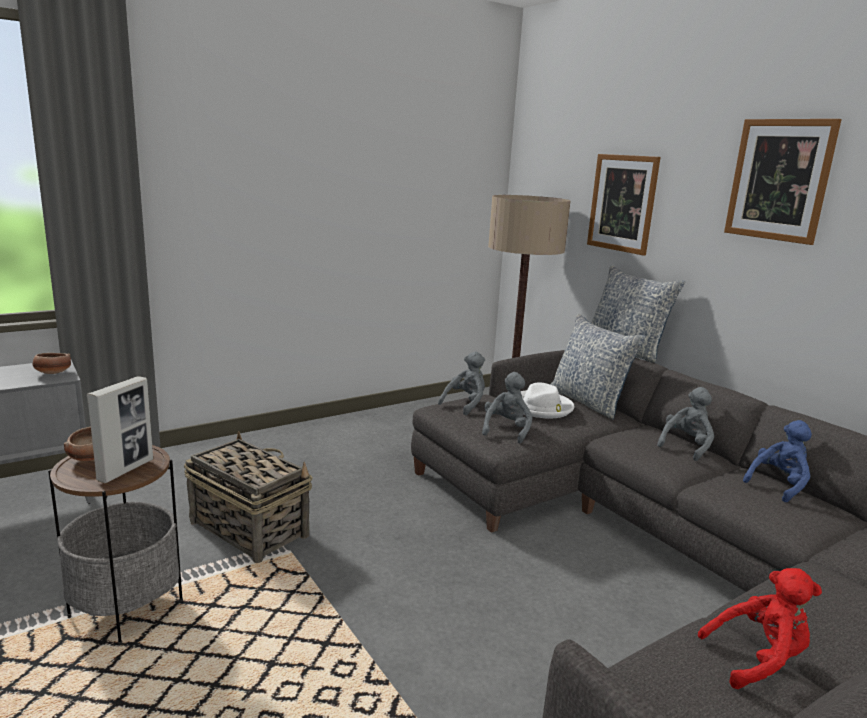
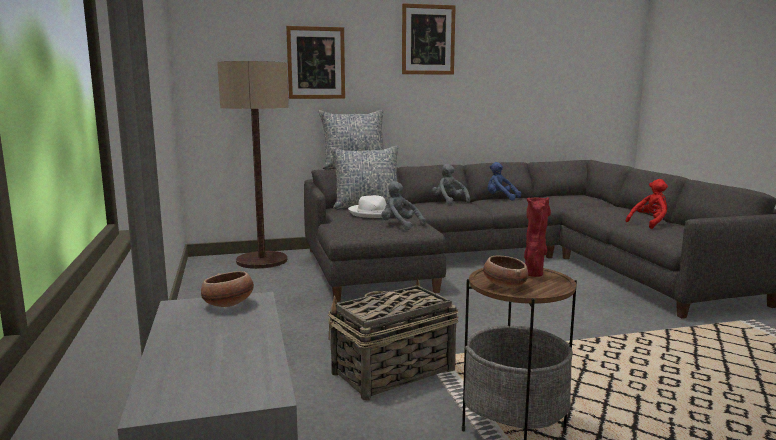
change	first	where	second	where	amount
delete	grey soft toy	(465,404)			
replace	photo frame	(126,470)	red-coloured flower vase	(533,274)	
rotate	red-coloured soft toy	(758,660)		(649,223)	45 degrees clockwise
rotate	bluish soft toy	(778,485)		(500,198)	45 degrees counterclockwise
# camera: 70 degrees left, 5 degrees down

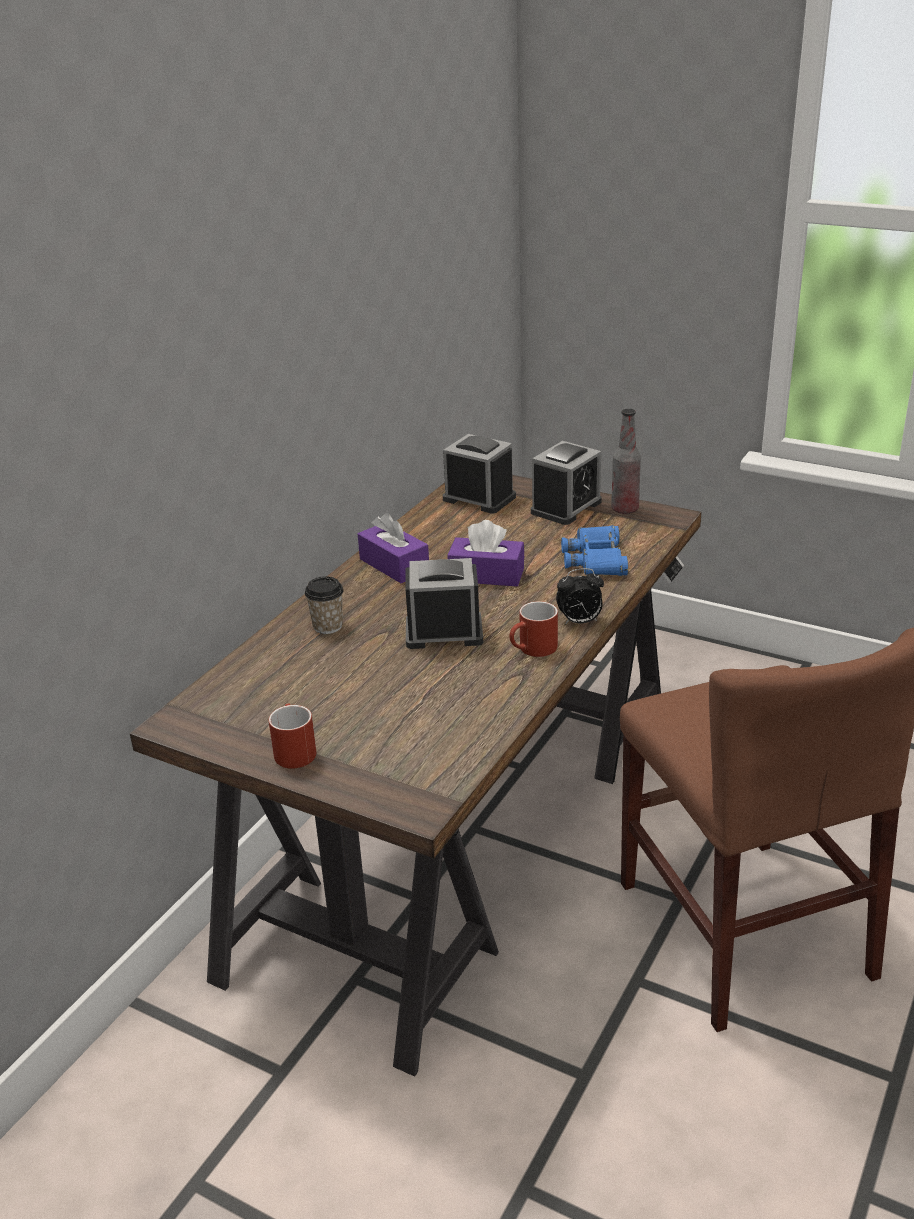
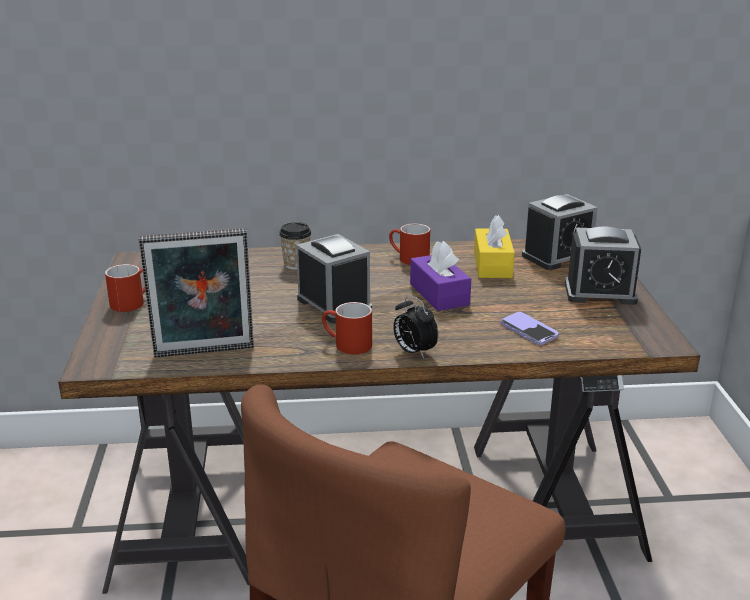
change	first	where	second	where	amount
delete	beverage bottle	(625,509)			
insert			photo frame	(204,354)	
insert			yellow tissue holder	(492,265)	
replace	purple tissue holder	(394,565)	red-coloured mug	(408,259)	
replace	bluish pair of binoculars	(596,559)	phone	(528,330)	
rotate	bedside clock	(479,498)		(557,256)	60 degrees clockwise
# camera: 55 degrees right, 5 degrees down

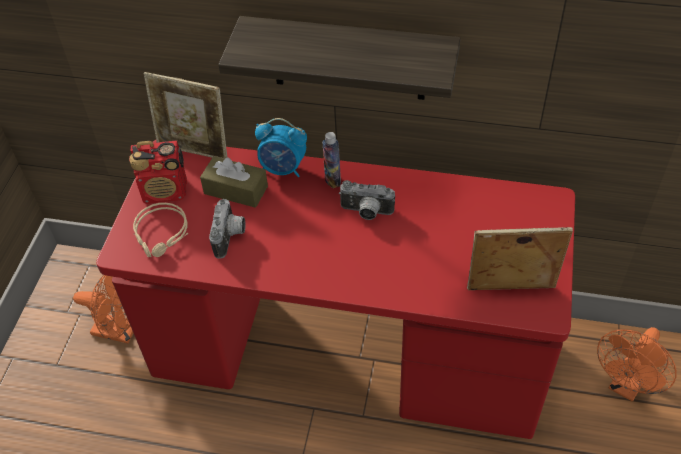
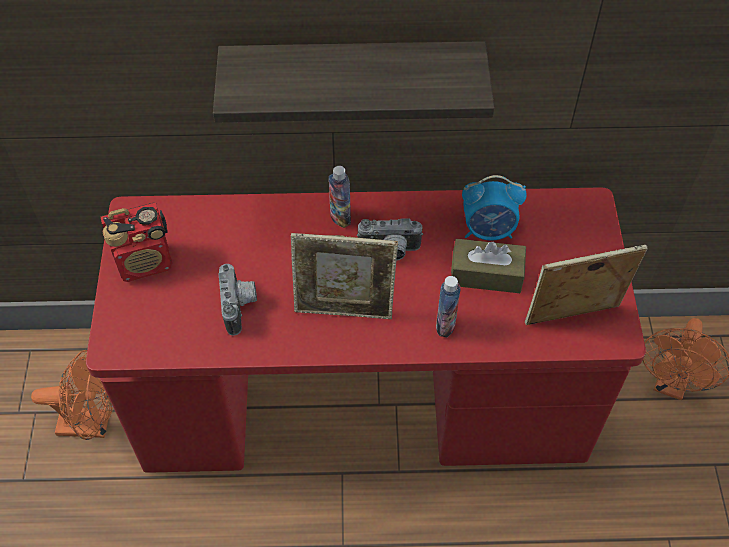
change	first	where	second	where	amount
delete	sand-coloured headphones	(162,234)			
insert			beverage bottle	(445,325)	
move	photo frame	(194,150)		(344,310)	
move	brownish tissue holder	(236,190)		(486,274)	
move	bedside clock	(283,168)		(489,230)	
# camera: 15 degrees left, 5 degrees up

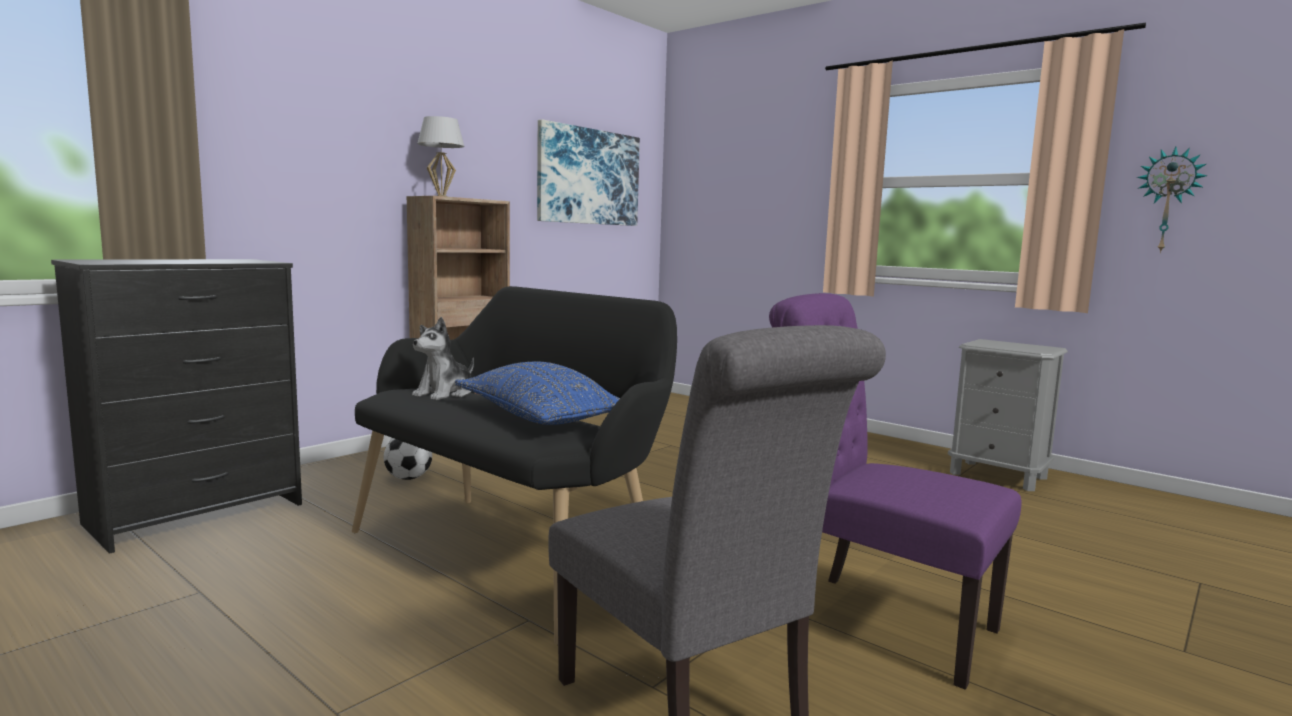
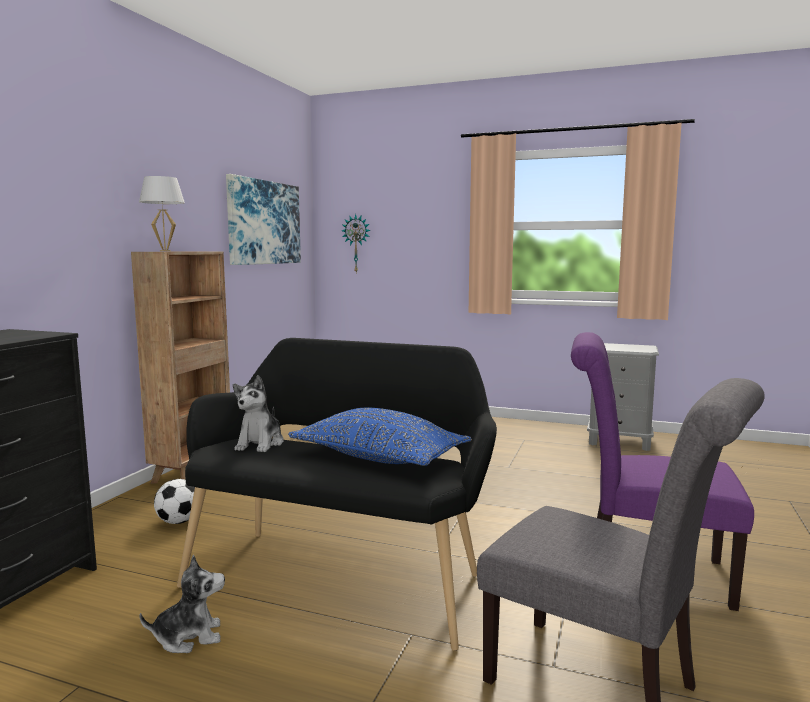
change	first	where	second	where	amount
insert			soft toy	(189,637)	
move	wall clock	(1168,200)		(356,243)	
# camera: 20 degrees left, 0 degrees up

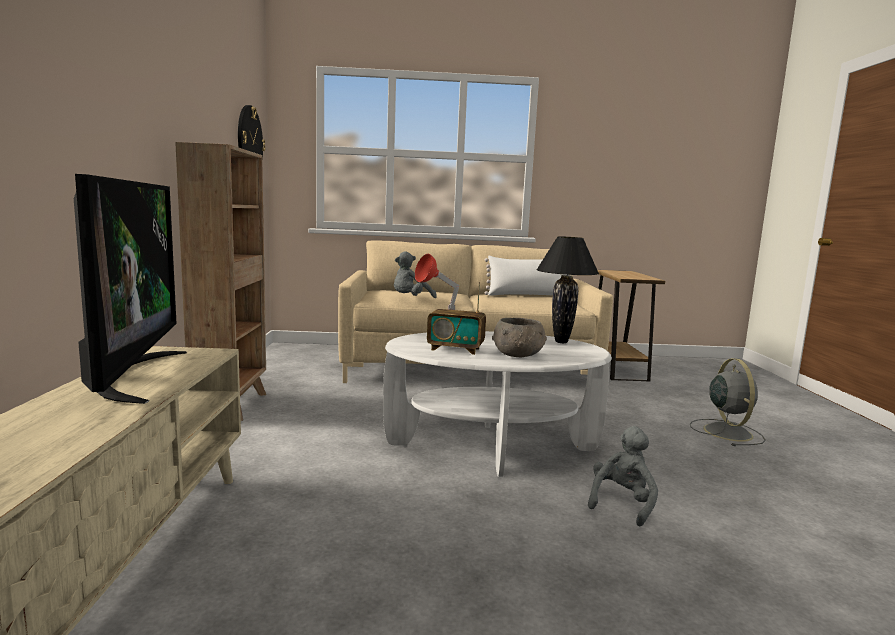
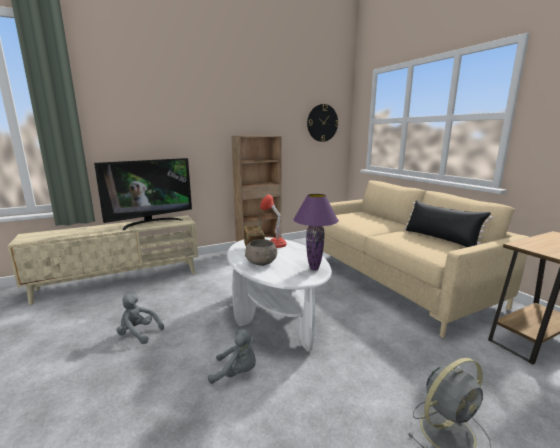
change	first	where	second	where	amount
move	grey soft toy	(410,299)		(138,334)	
recolor	white cushion	(529,296)	black cushion	(440,239)	
recolor	black tabletop lamp	(561,342)	purple tabletop lamp	(313,269)	
# camera: 65 degrees right, 5 degrees up

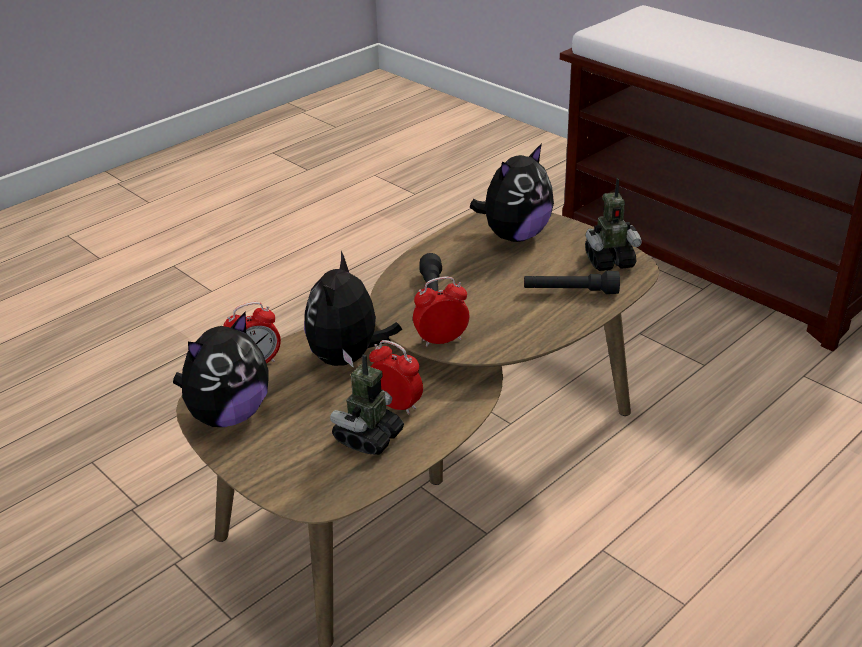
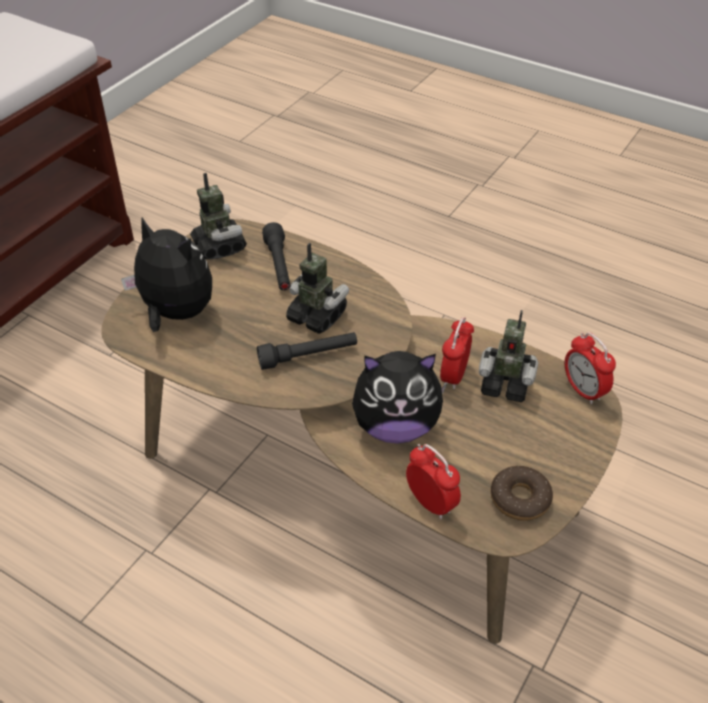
change	first	where	second	where	amount
insert			toy robot	(317,316)	
move	bedside clock	(441,340)		(583,390)	
replace	soft toy	(228,415)	donut	(520,499)	
# camera: 105 degrees left, 10 degrees up

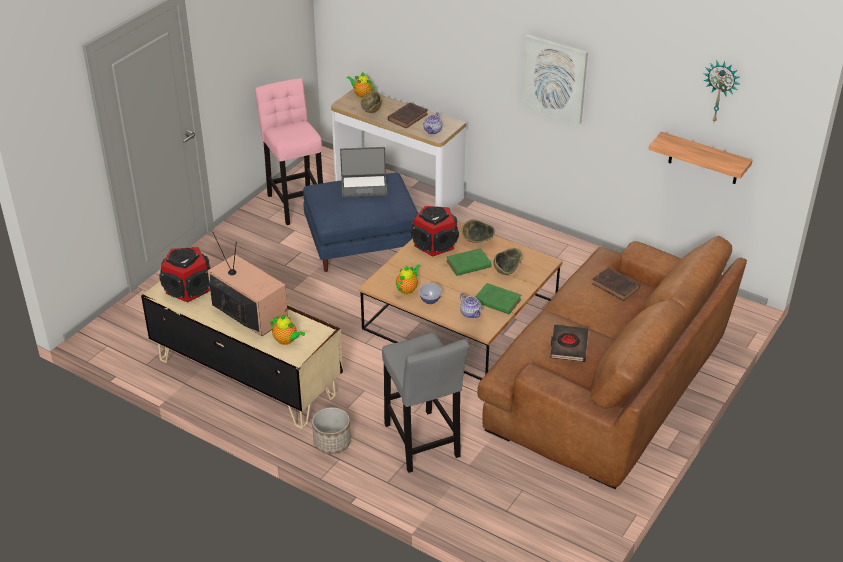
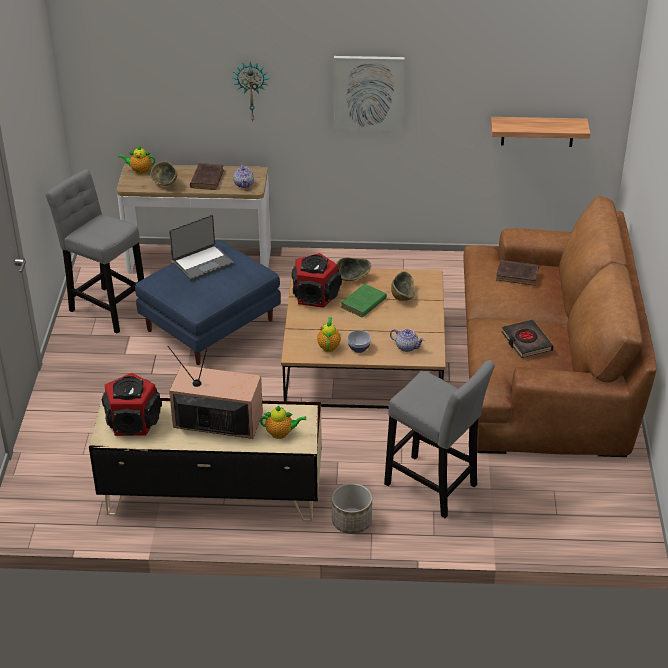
change	first	where	second	where	amount
delete	green-coloured volume	(496,301)			
move	wall clock	(720,91)		(251,90)	
recolor	pinkish stool	(296,203)	grey stool	(106,308)	
# camera: 30 degrees left, 0 degrees up

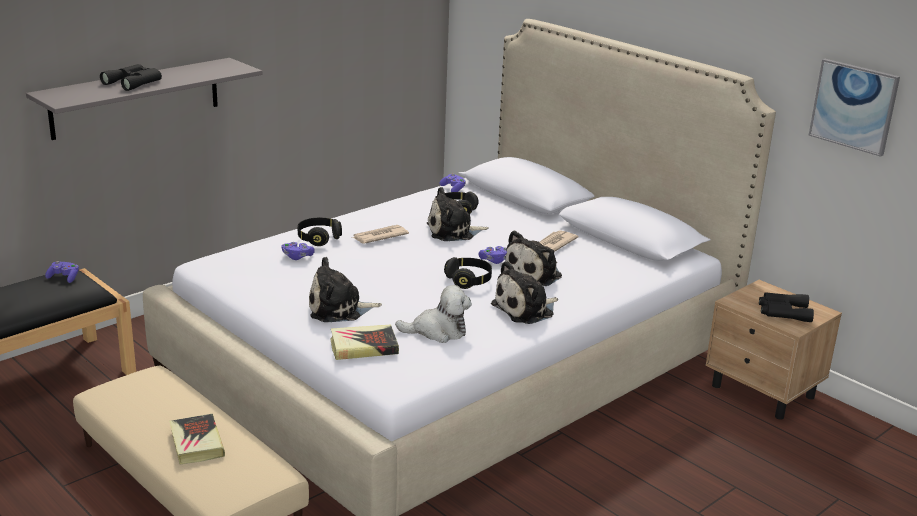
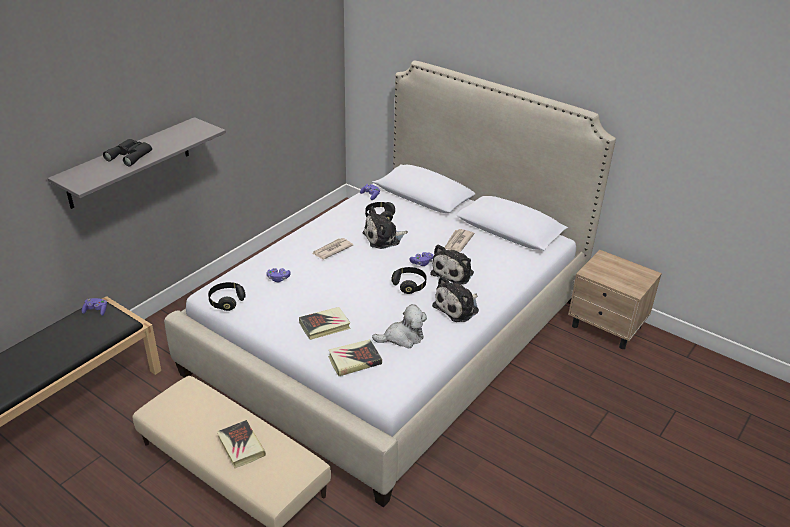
change	first	where	second	where	amount
delete	black pair of binoculars	(783,311)			
delete	picture	(854,106)			
move	black headphones	(318,238)		(226,301)	
replace	soft toy	(339,309)	volume	(325,326)	
# camera: 10 degrees left, 10 degrees up

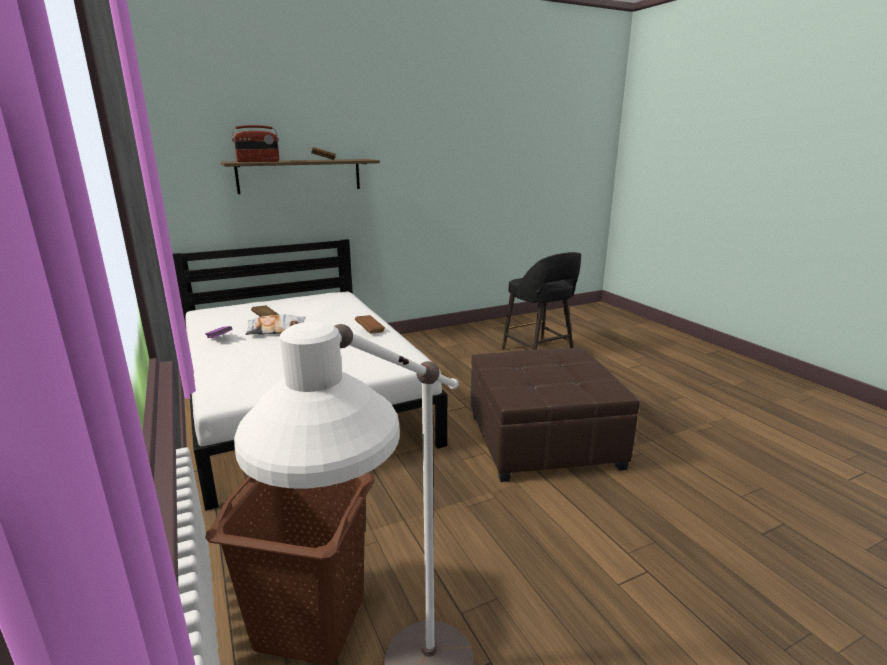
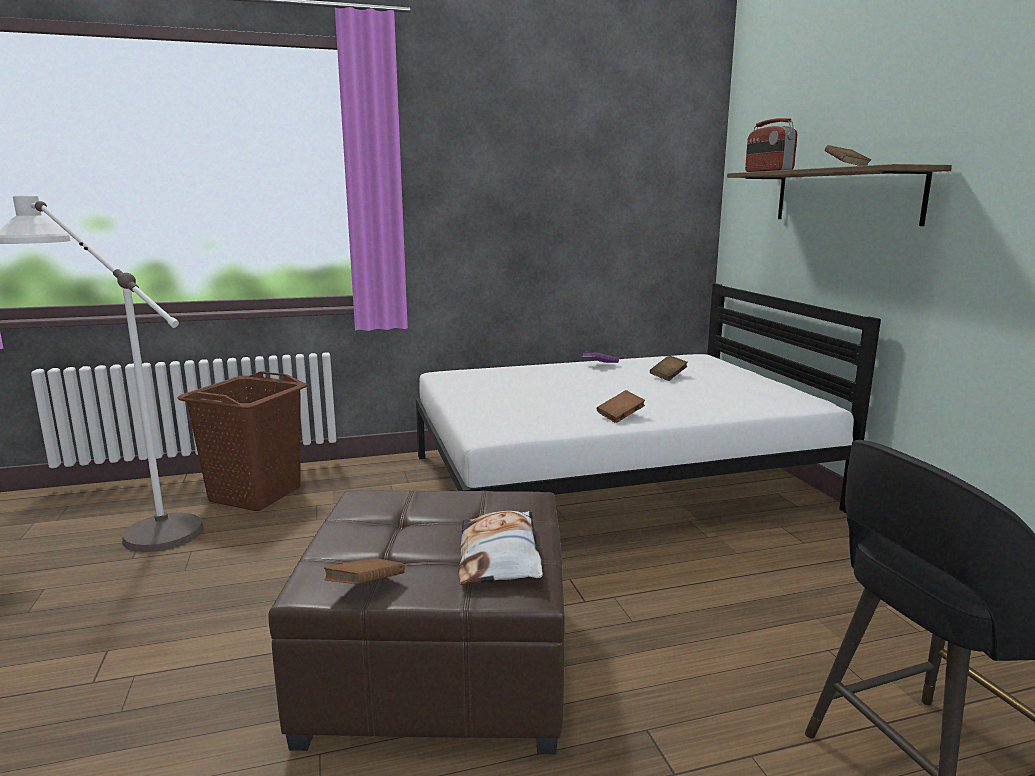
change	first	where	second	where	amount
insert			brownish volume	(365,587)	
move	cushion	(277,330)		(500,556)	
# camera: 100 degrees right, 5 degrees down

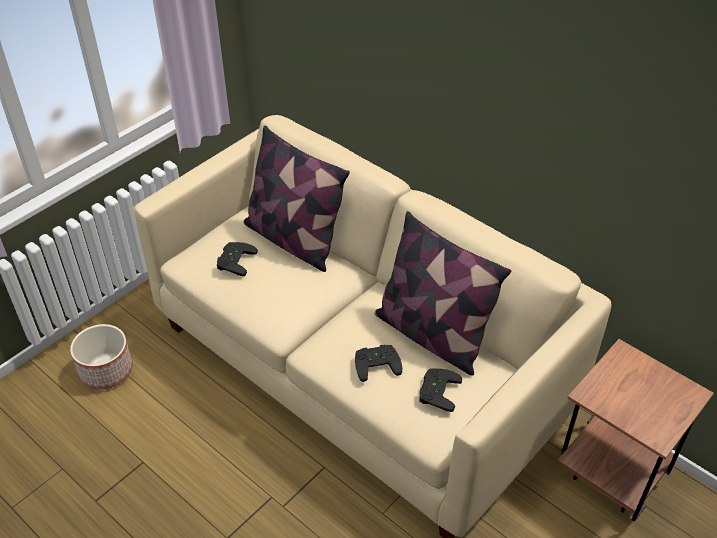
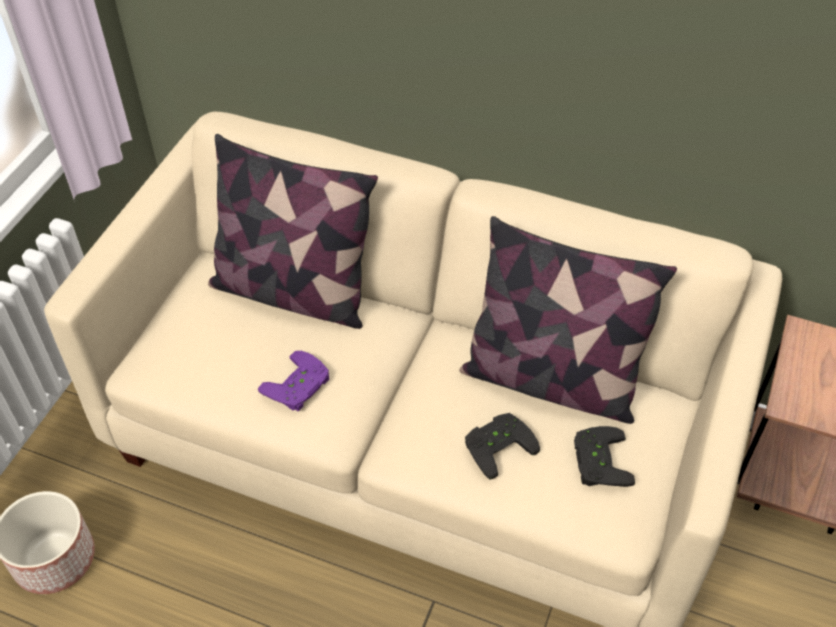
change	first	where	second	where	amount
delete	black joypad	(234,260)			
insert			purple joypad	(299,387)	
# camera: 20 degrees left, 5 degrees up

